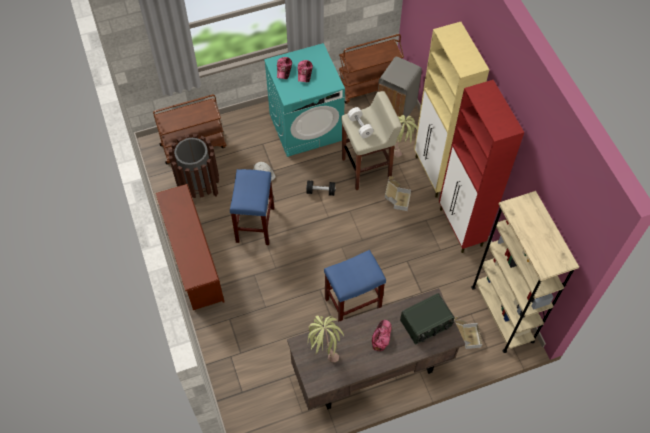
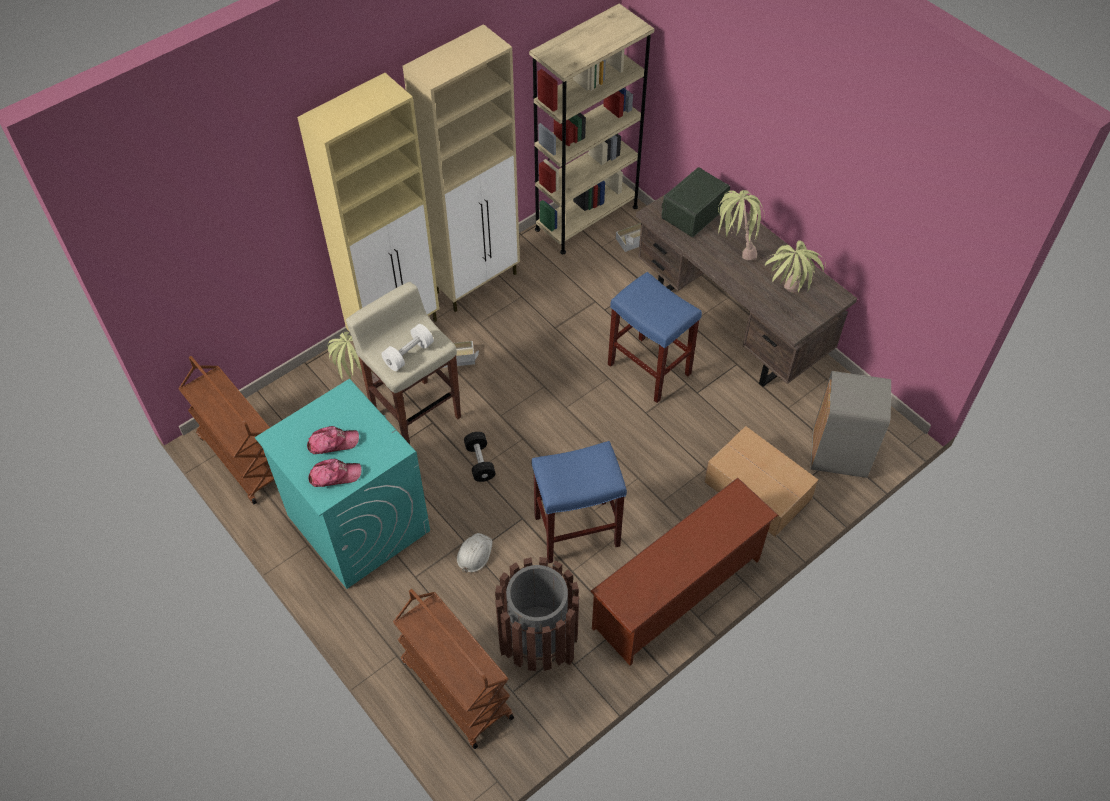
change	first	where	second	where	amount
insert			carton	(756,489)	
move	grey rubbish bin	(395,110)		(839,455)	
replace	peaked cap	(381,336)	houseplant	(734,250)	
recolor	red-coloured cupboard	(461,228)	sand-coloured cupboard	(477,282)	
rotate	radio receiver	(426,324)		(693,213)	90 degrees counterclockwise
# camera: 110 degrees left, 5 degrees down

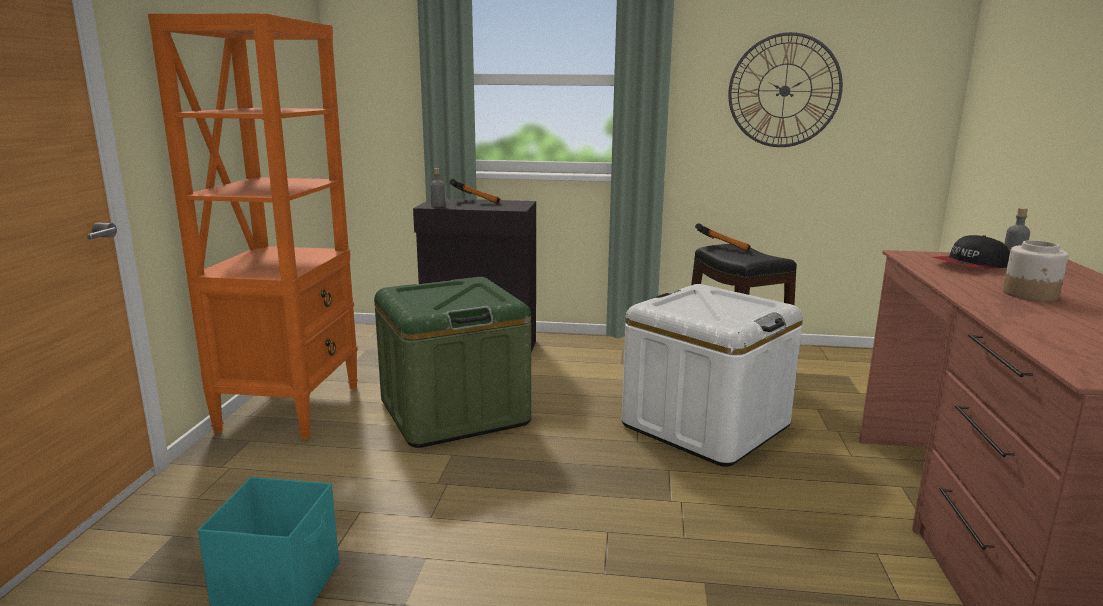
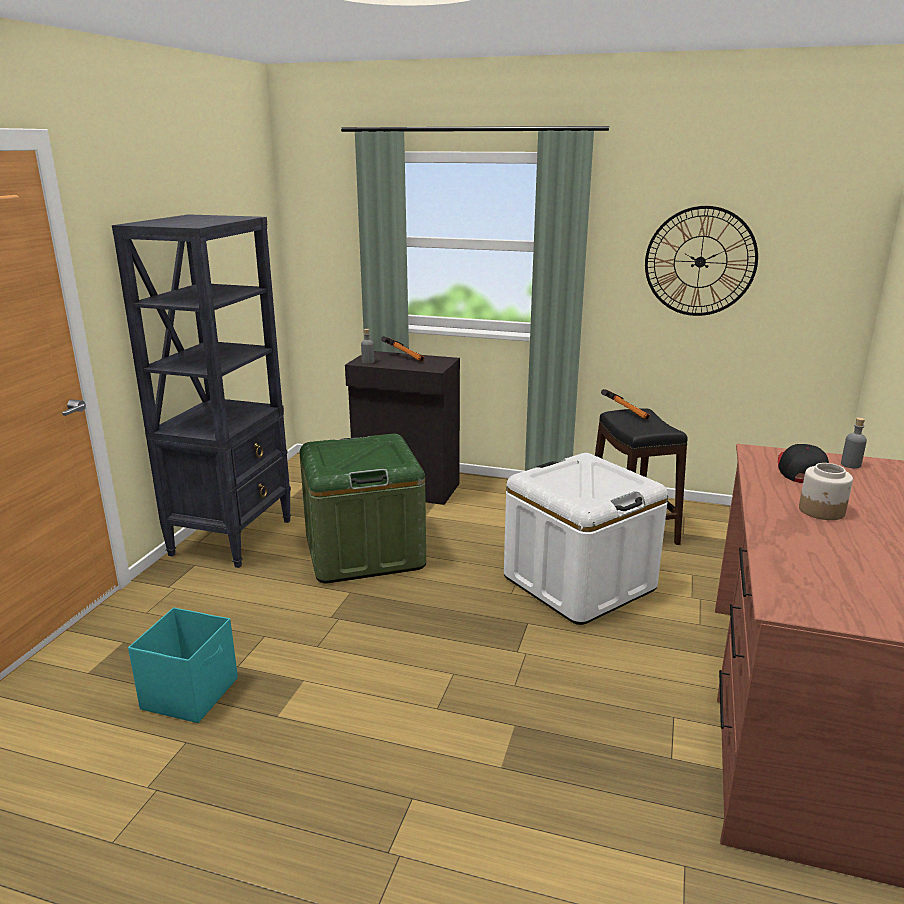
change	first	where	second	where	amount
recolor	orange bookshelf	(291,408)	black bookshelf	(233,537)	
rotate	peaked cap	(970,265)		(802,469)	120 degrees clockwise
# camera: 10 degrees right, 5 degrees up

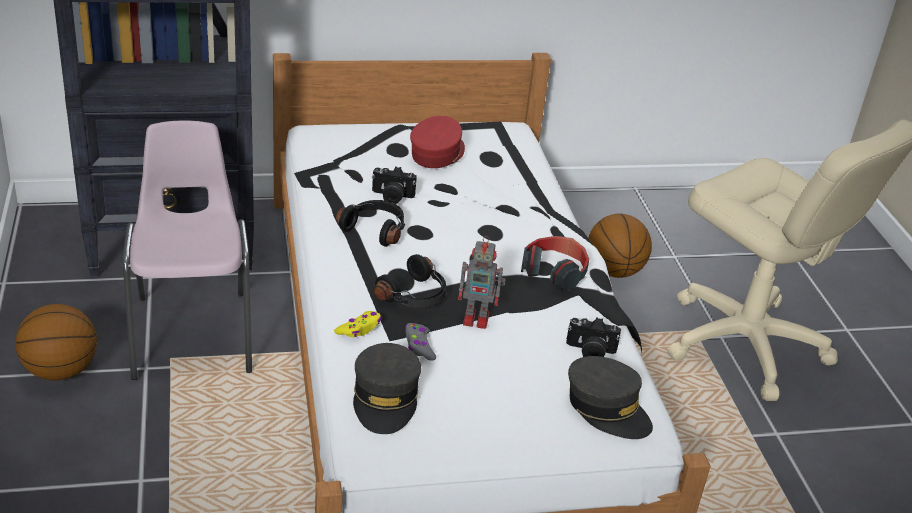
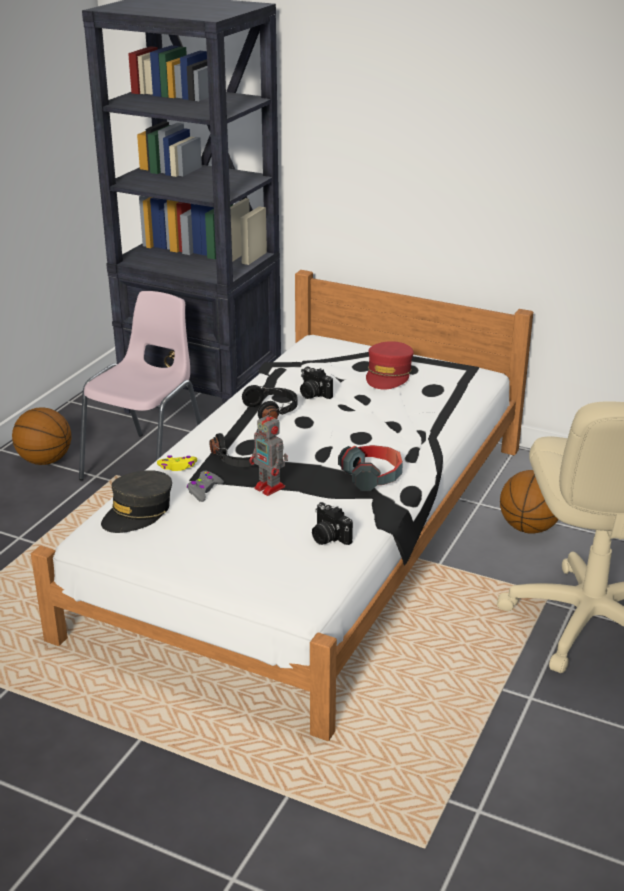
change	first	where	second	where	amount
delete	grey peaked cap	(607,408)			
rotate	red-coloured peaked cap	(437,153)		(388,375)	135 degrees clockwise
# camera: 40 degrees right, 5 degrees down

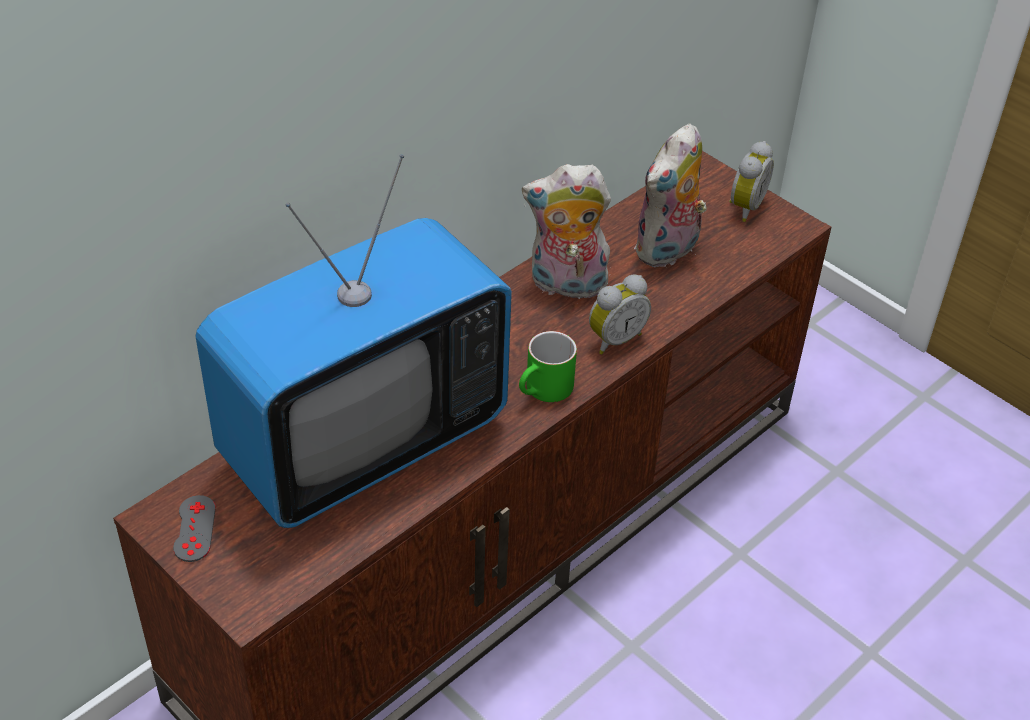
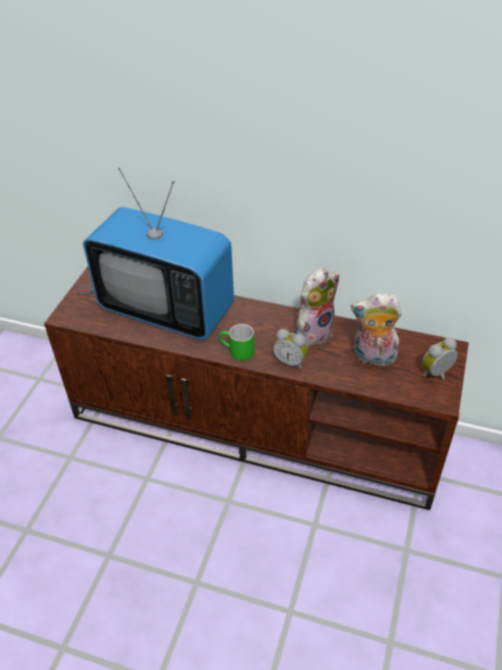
change	first	where	second	where	amount
rotate	soft toy	(566,285)		(313,331)	75 degrees clockwise
rotate	bedside clock	(744,207)		(437,374)	150 degrees clockwise
# camera: 65 degrees right, 0 degrees up

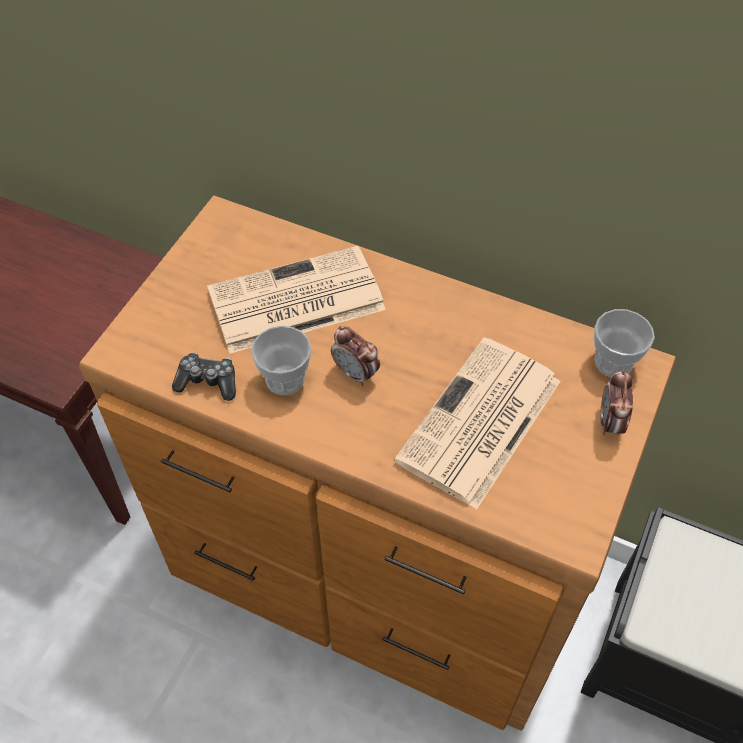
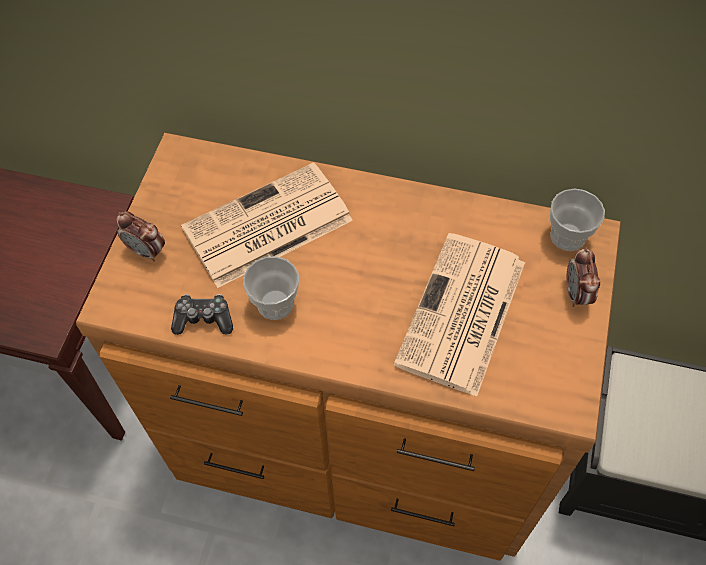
change	first	where	second	where	amount
move	bedside clock	(356,374)		(147,251)	
# camera: 10 degrees left, 5 degrees up

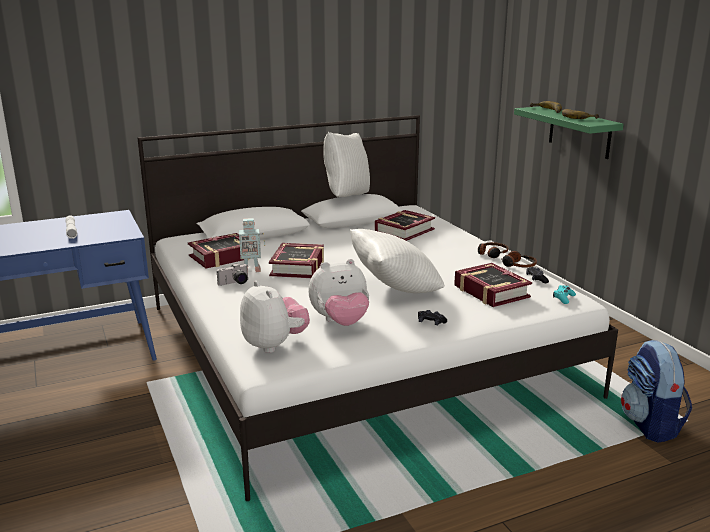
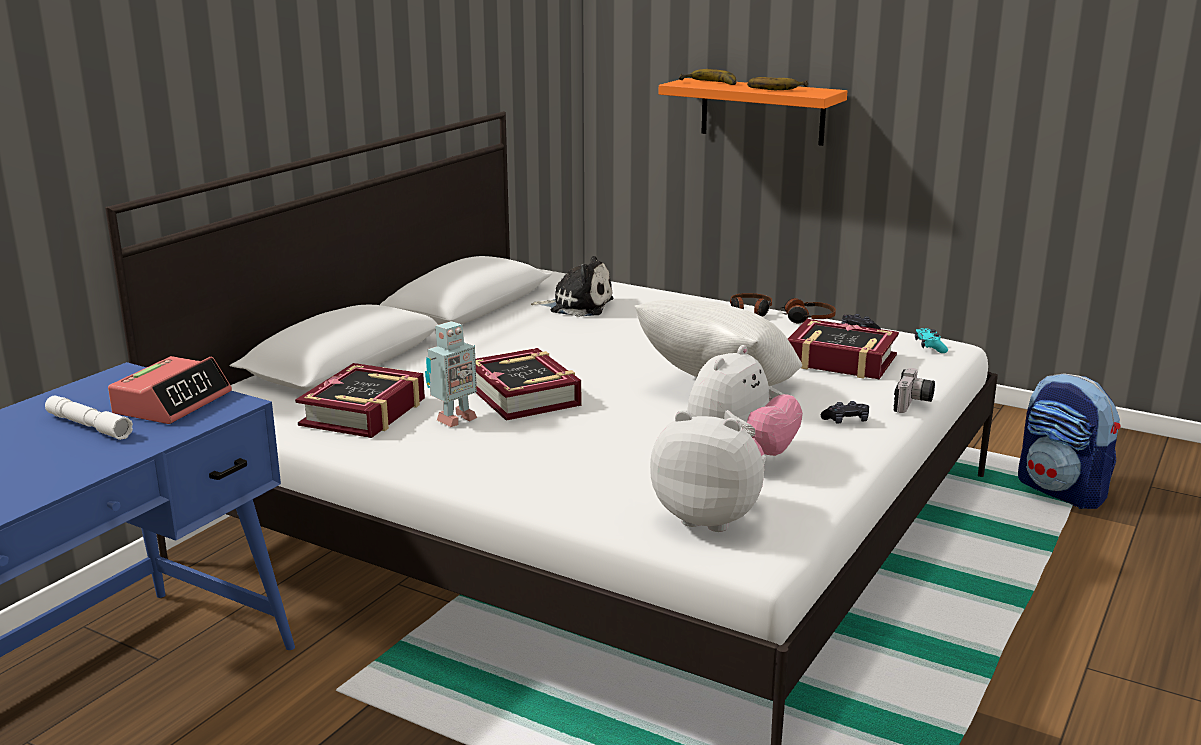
change	first	where	second	where	amount
delete	white cushion	(346,196)			
insert			bedside clock	(173,403)	
move	photo camera	(235,283)		(913,404)	
replace	volume	(404,231)	soft toy	(577,306)	
recolor	green-coloured shelf	(579,132)	orange shelf	(762,111)	
# camera: 35 degrees left, 0 degrees up

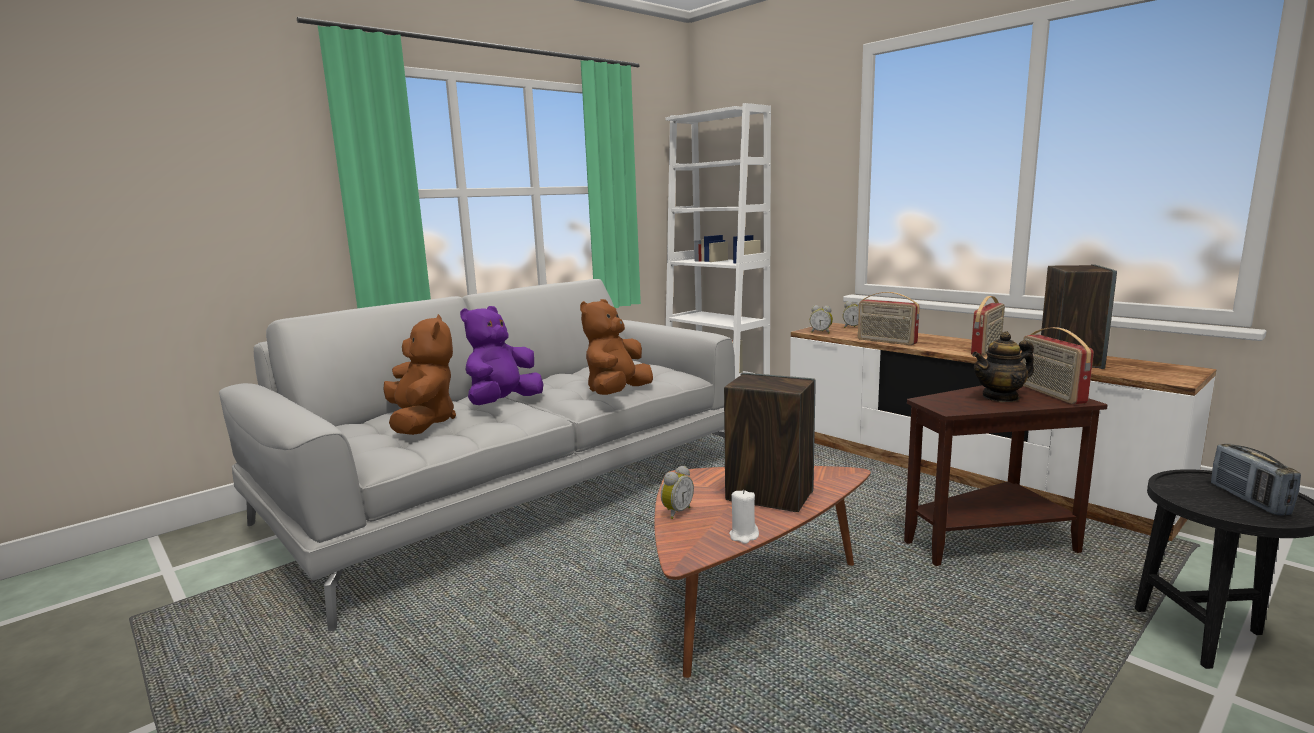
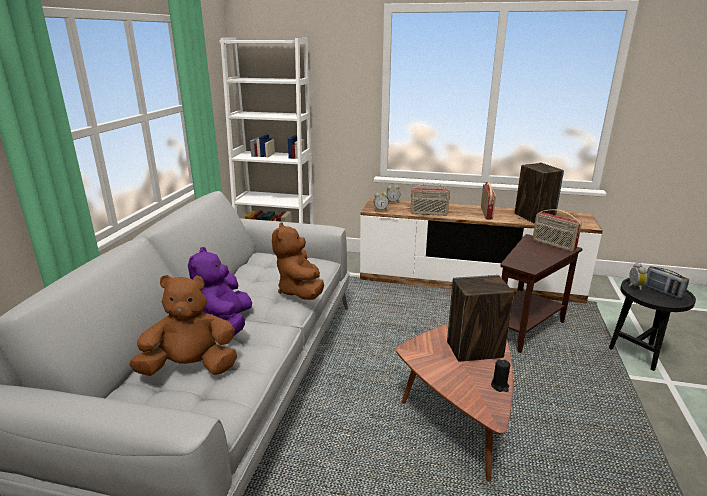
change	first	where	second	where	amount
delete	teapot	(1000,397)			
move	bedside clock	(676,512)		(633,286)	
recolor	white wax light	(743,536)	black wax light	(500,386)	
rotate	brownish soft toy	(422,423)		(191,367)	45 degrees counterclockwise
# camera: 35 degrees left, 10 degrees up

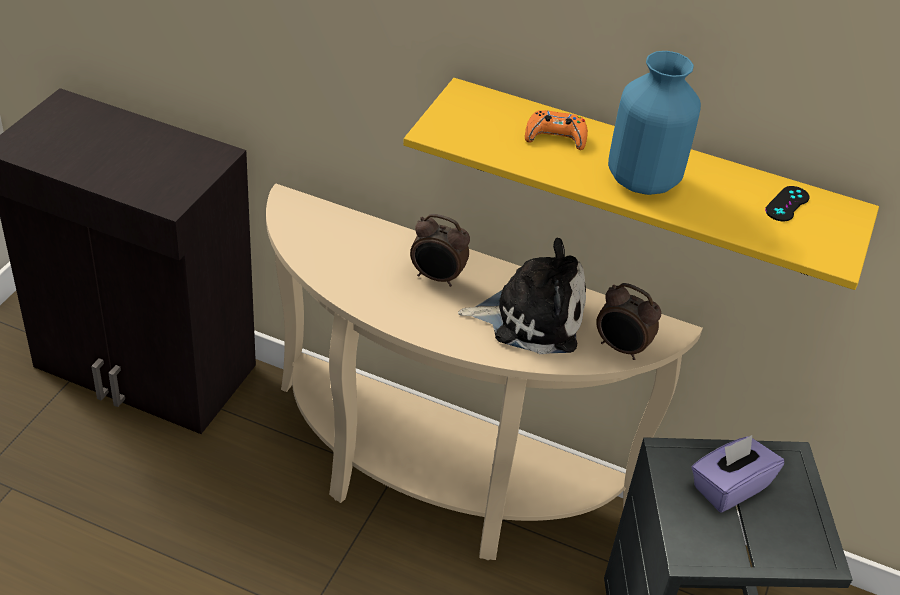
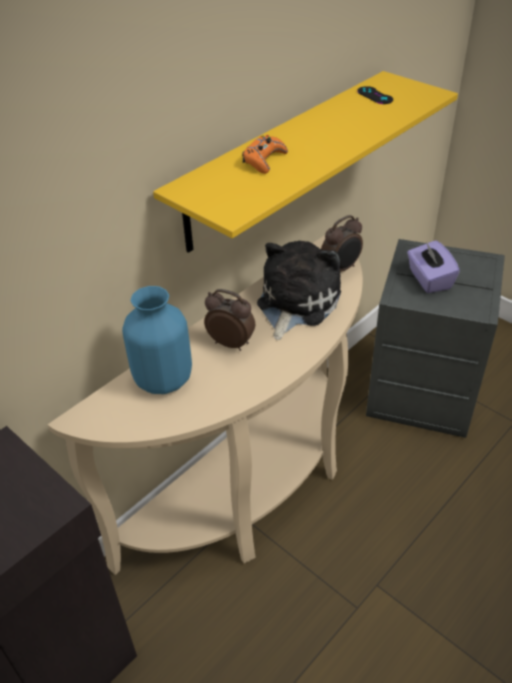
change	first	where	second	where	amount
move	bluish flower vase	(644,180)		(164,379)	
rotate	bedside clock	(437,278)		(231,343)	105 degrees counterclockwise
# camera: 65 degrees left, 0 degrees up

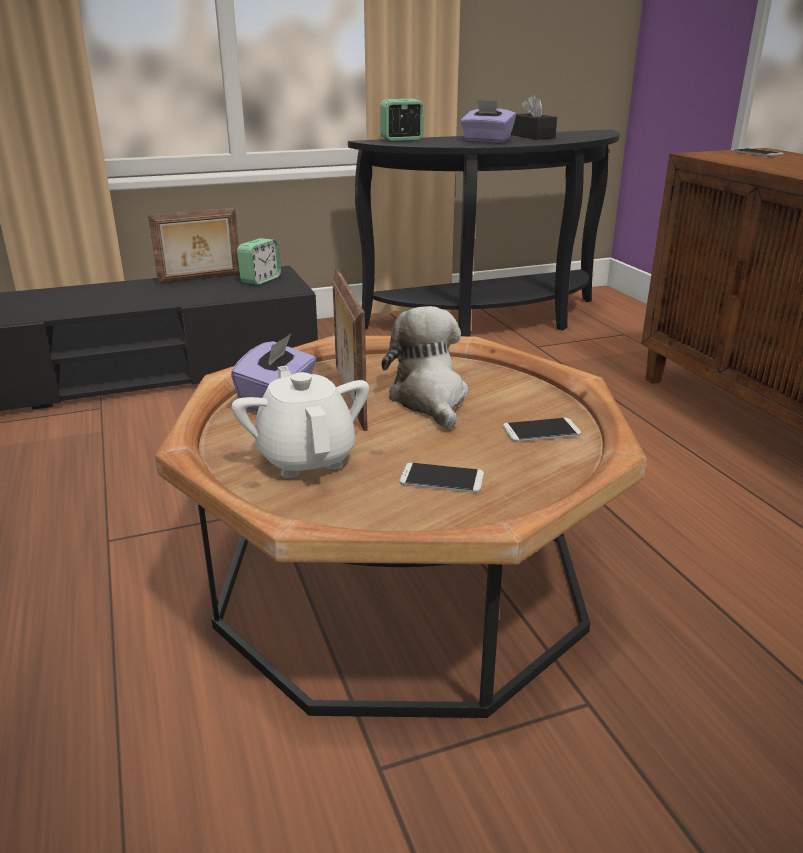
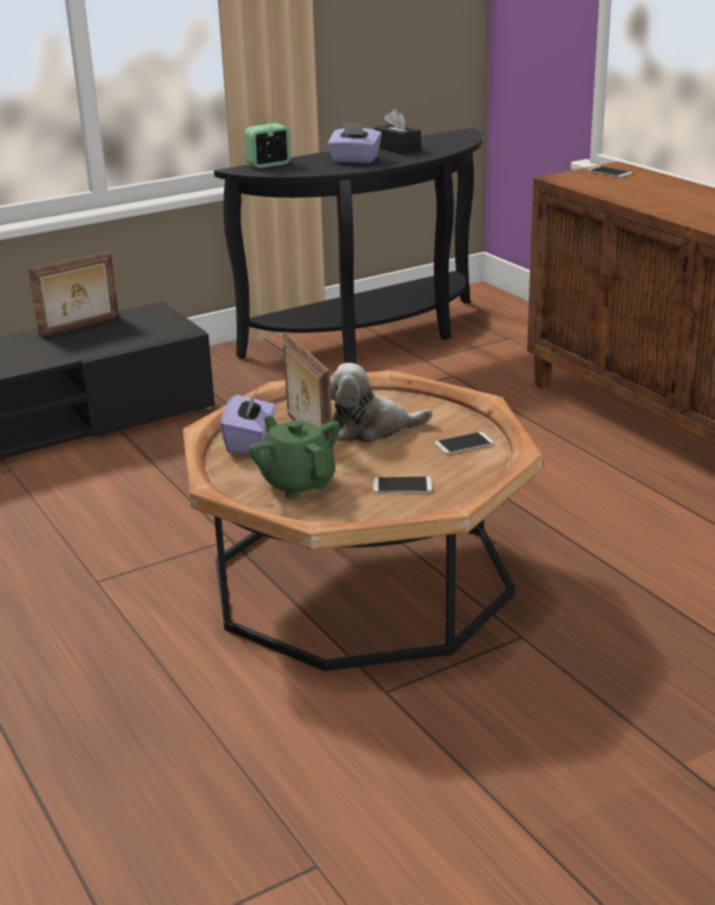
change	first	where	second	where	amount
delete	bedside clock	(260,280)			
recolor	white teapot	(306,458)	green-coloured teapot	(297,483)	
rotate	soft toy	(430,400)		(371,429)	75 degrees counterclockwise
# camera: 10 degrees left, 0 degrees up

